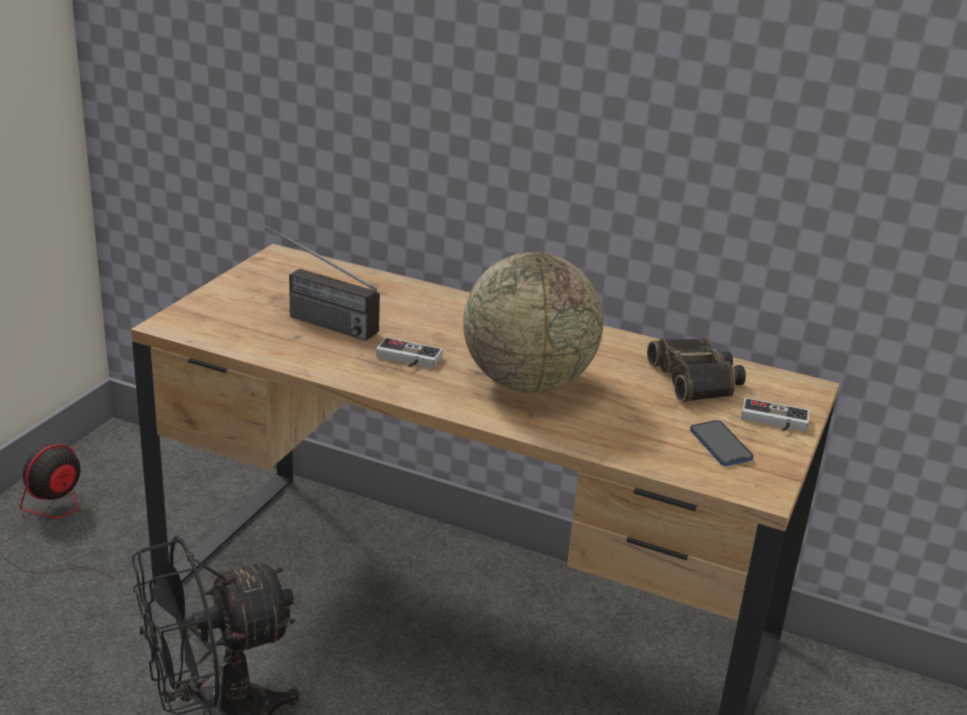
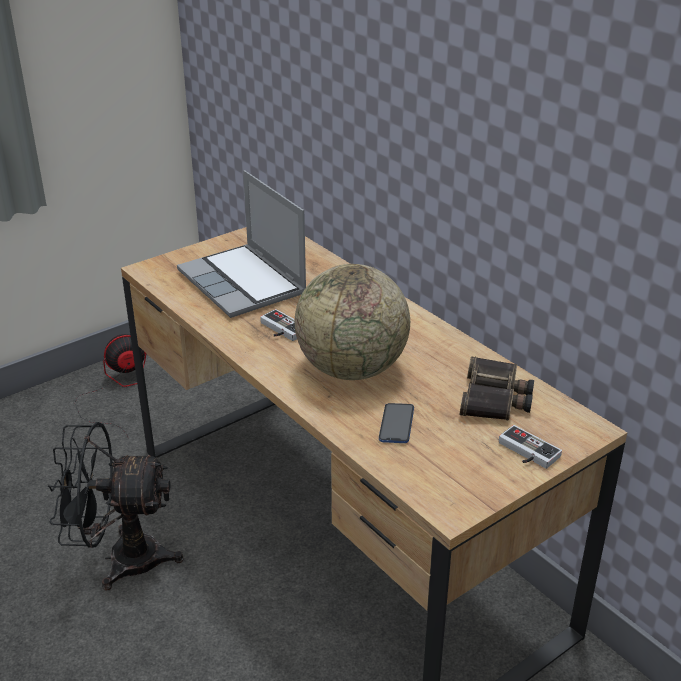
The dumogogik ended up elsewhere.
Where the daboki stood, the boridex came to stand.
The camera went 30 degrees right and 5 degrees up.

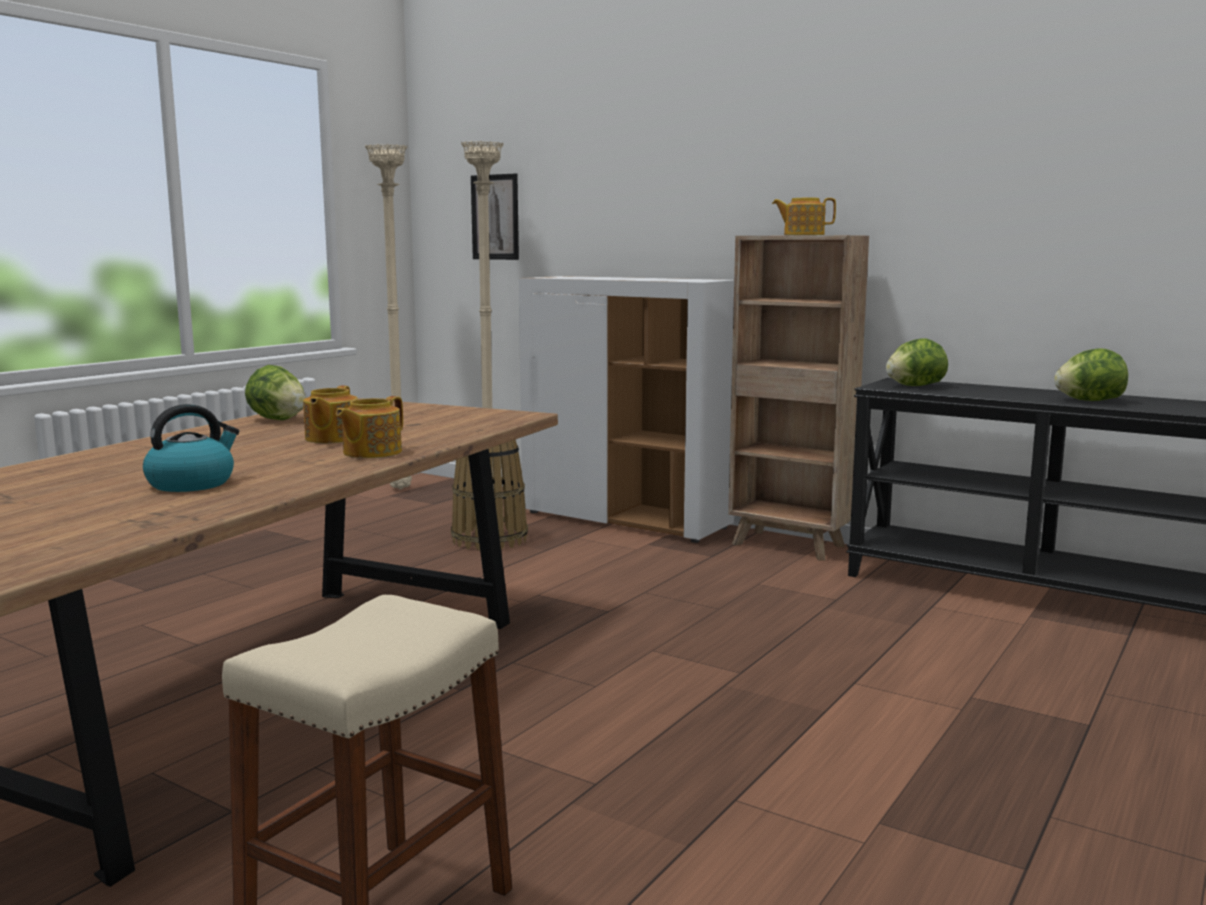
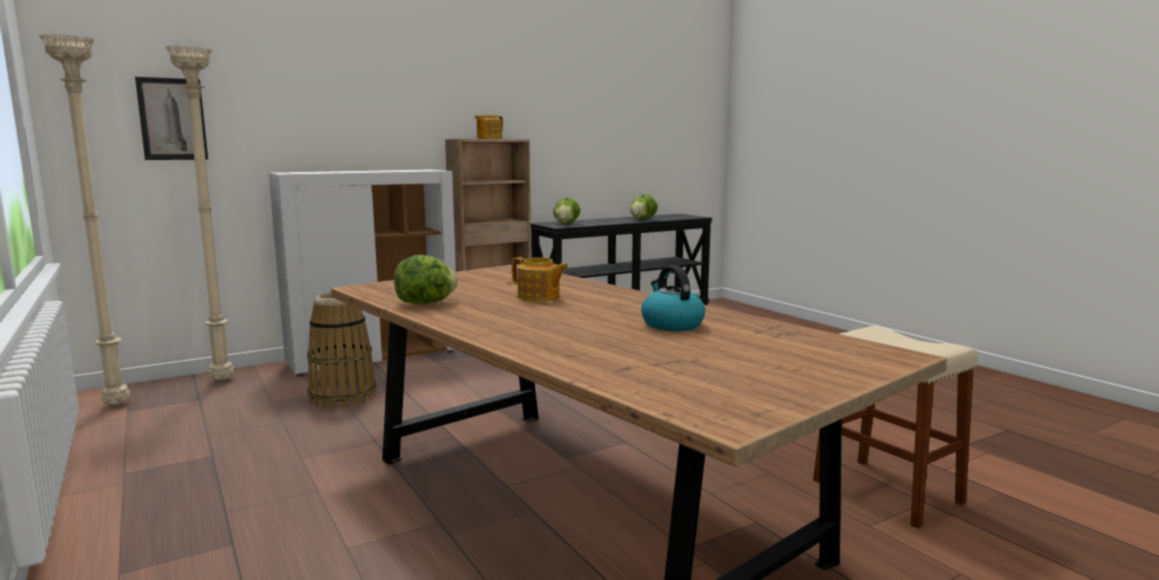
The second view lost the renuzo (no. 2 from left).
The camera went 65 degrees left and 0 degrees up.

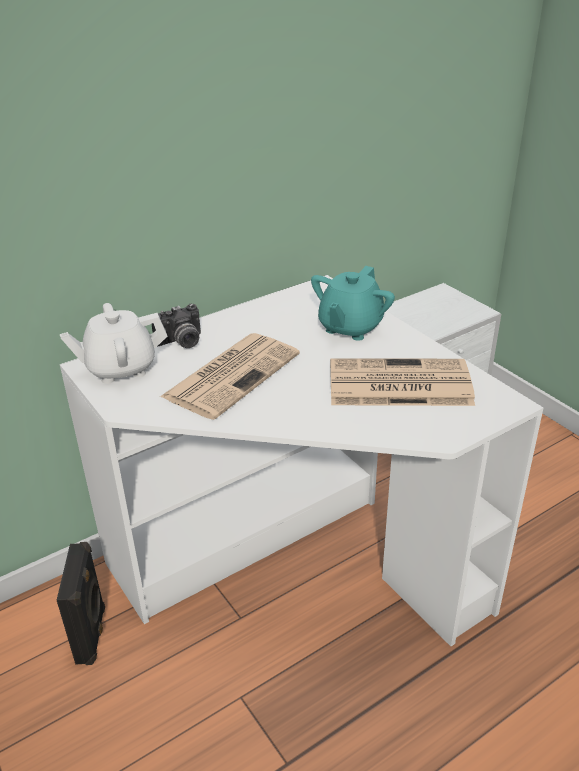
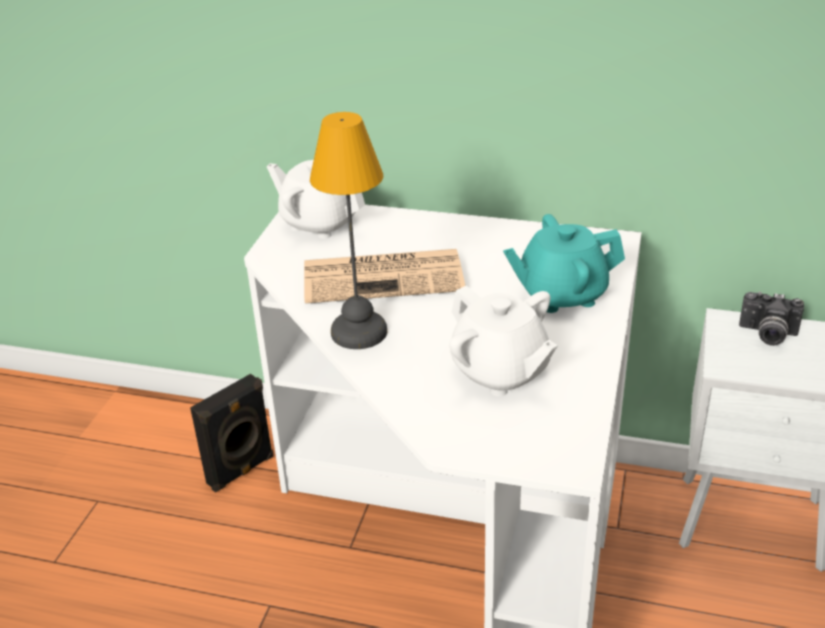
The second view gained the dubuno.
The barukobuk ended up elsewhere.
Where the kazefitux (no. 2 from left) stood, the white_renuzo (no. 2 from left) came to stand.
The camera went 50 degrees right and 0 degrees up.

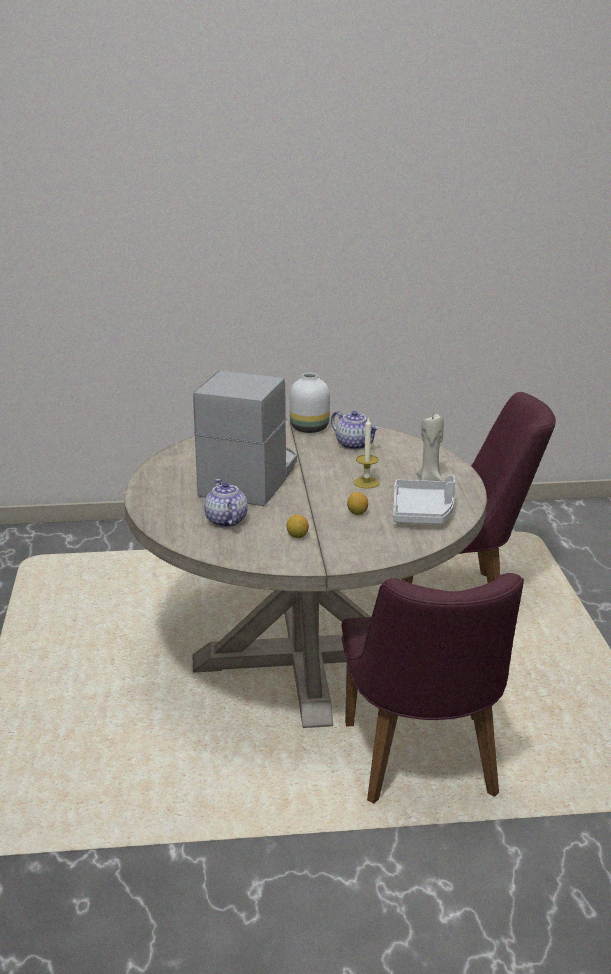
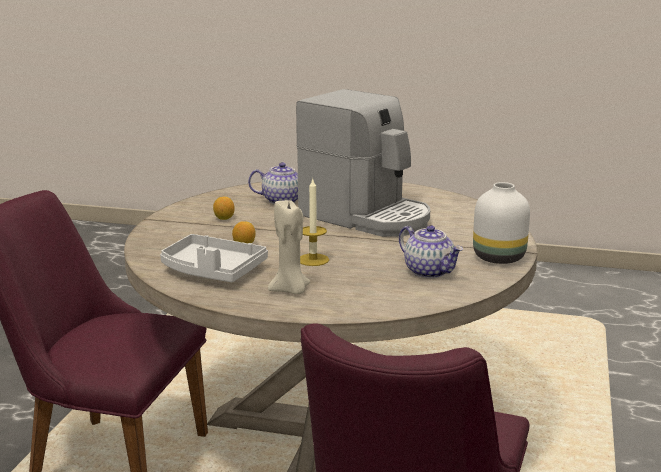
The renuzo (no. 2 from left) ended up facing another way, 105 degrees counterclockwise from before.
The camera went 110 degrees right and 5 degrees down.

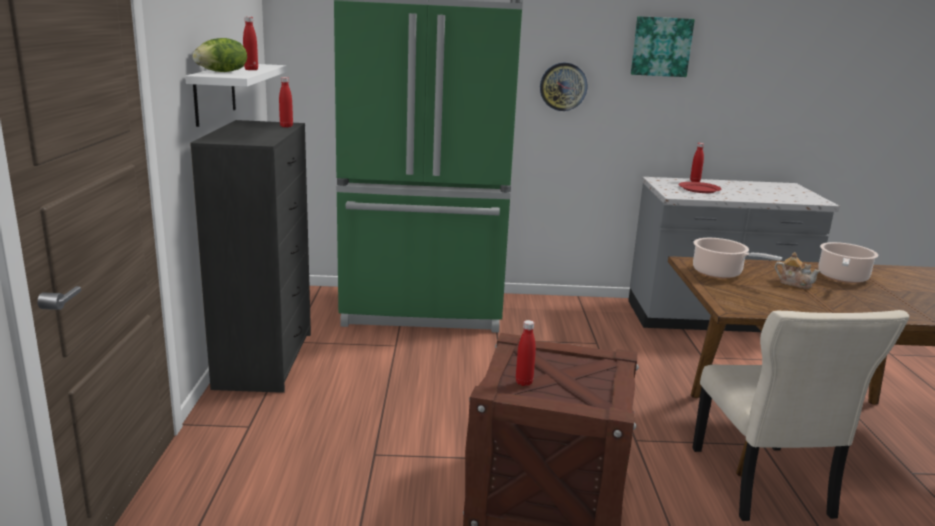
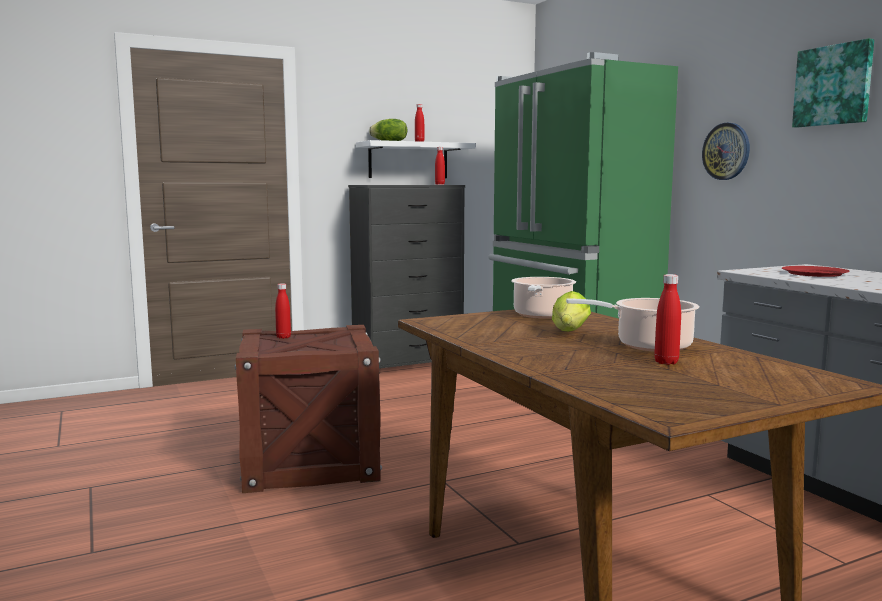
The second view lost the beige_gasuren.
The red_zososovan (no. 4 from left) ended up elsewhere.
Where the renuzo stood, the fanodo (no. 2 from left) came to stand.
The camera went 65 degrees right and 10 degrees down.

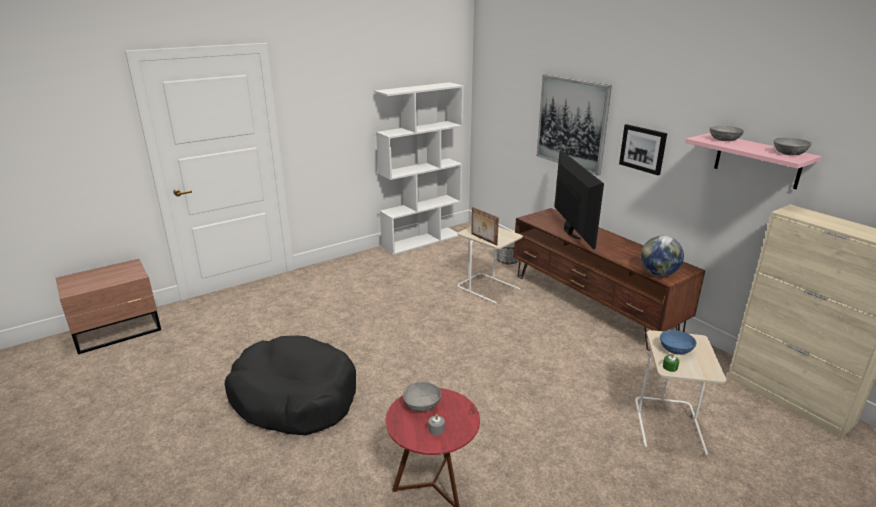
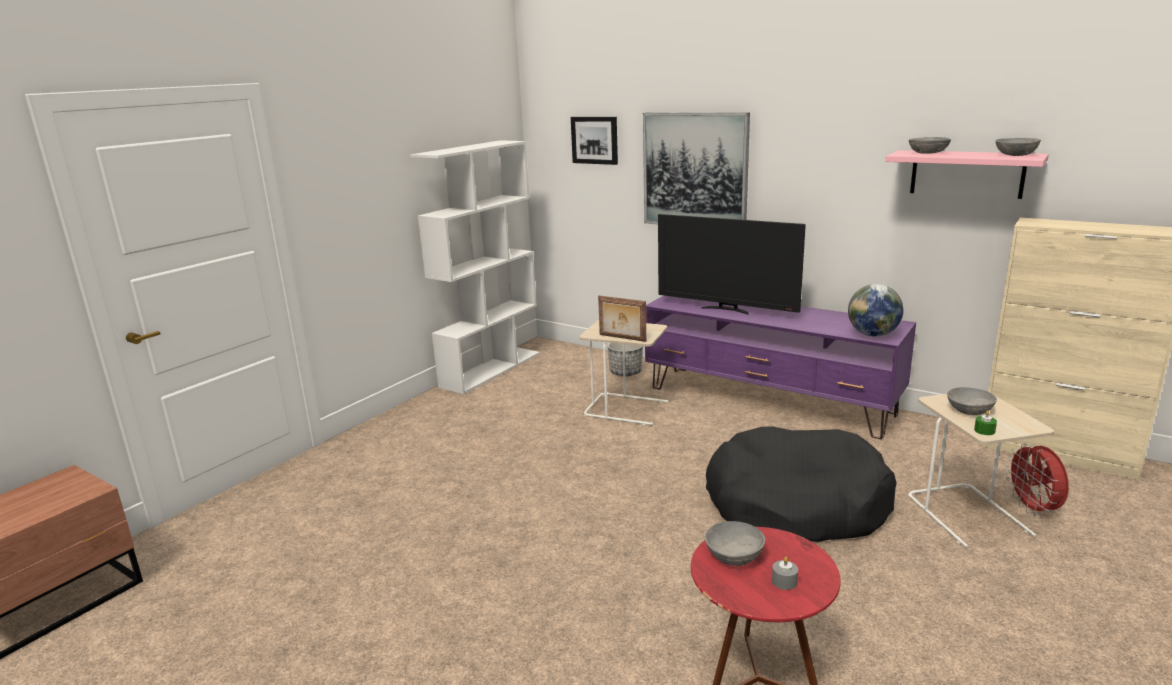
The second view gained the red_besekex.
The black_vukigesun ended up elsewhere.
The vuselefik (no. 2 from left in the first image) ended up elsewhere.
What was the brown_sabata turned into the purple_sabata.
What was the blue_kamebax turned into the grey_kamebax (no. 3 from left).
The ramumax ended up facing another way, 150 degrees clockwise from before.
The camera went 20 degrees left and 5 degrees down.

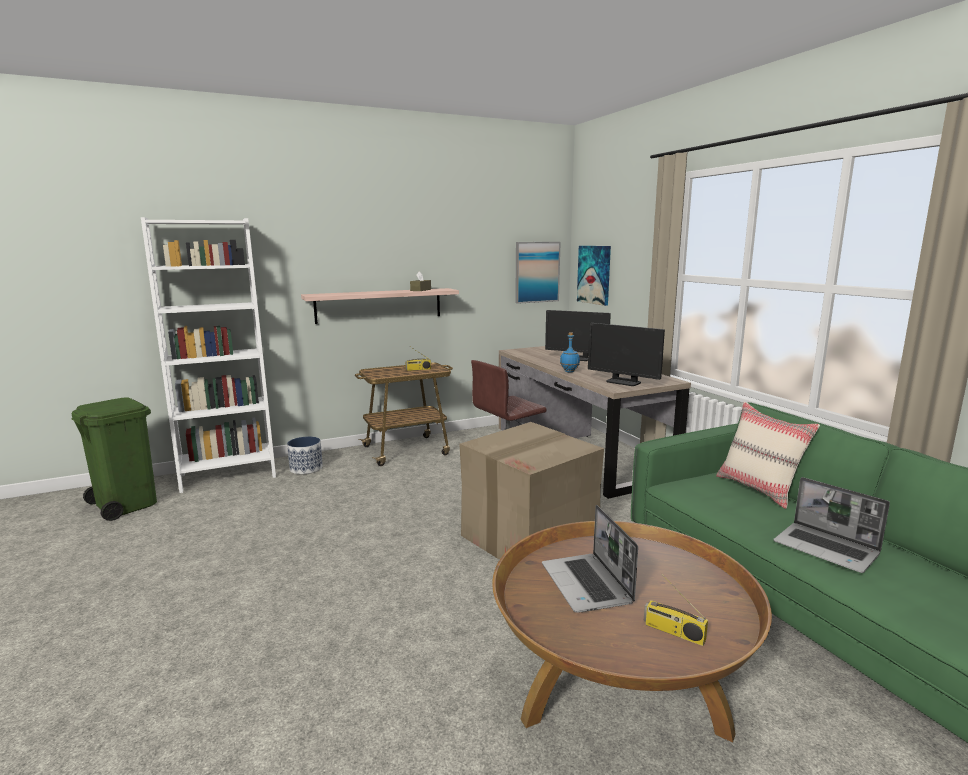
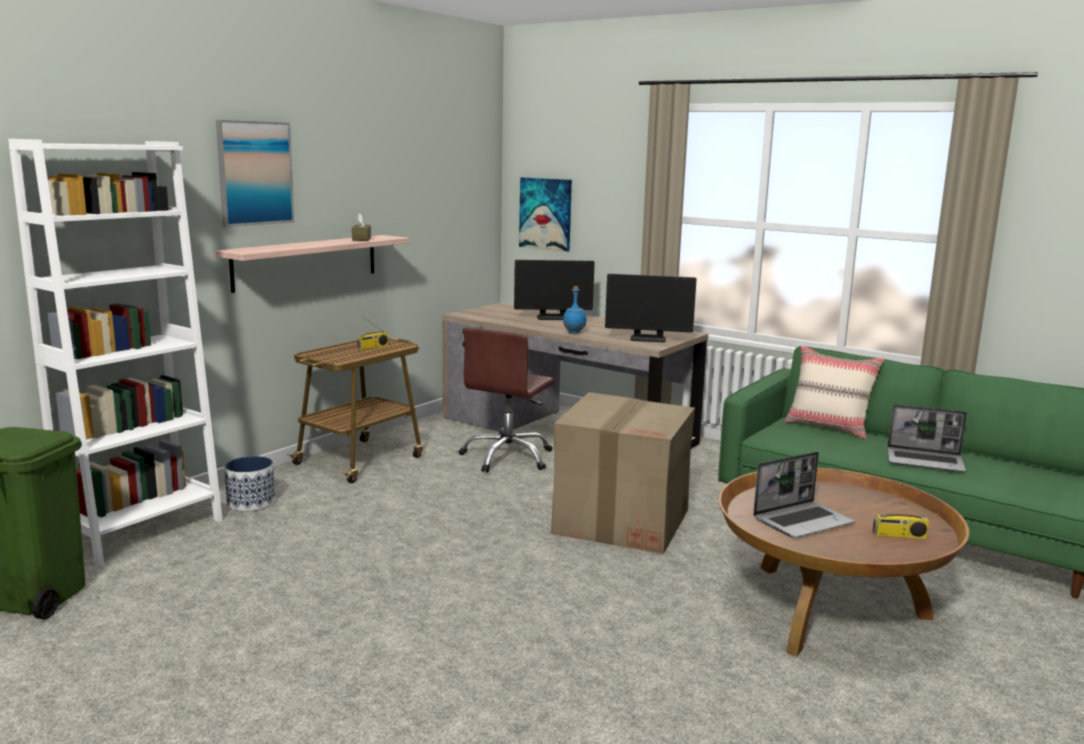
The vuselefik (no. 1 from left) ended up elsewhere.
The boridex (no. 1 from left) ended up facing another way, 75 degrees counterclockwise from before.
The camera went 30 degrees left and 0 degrees up.

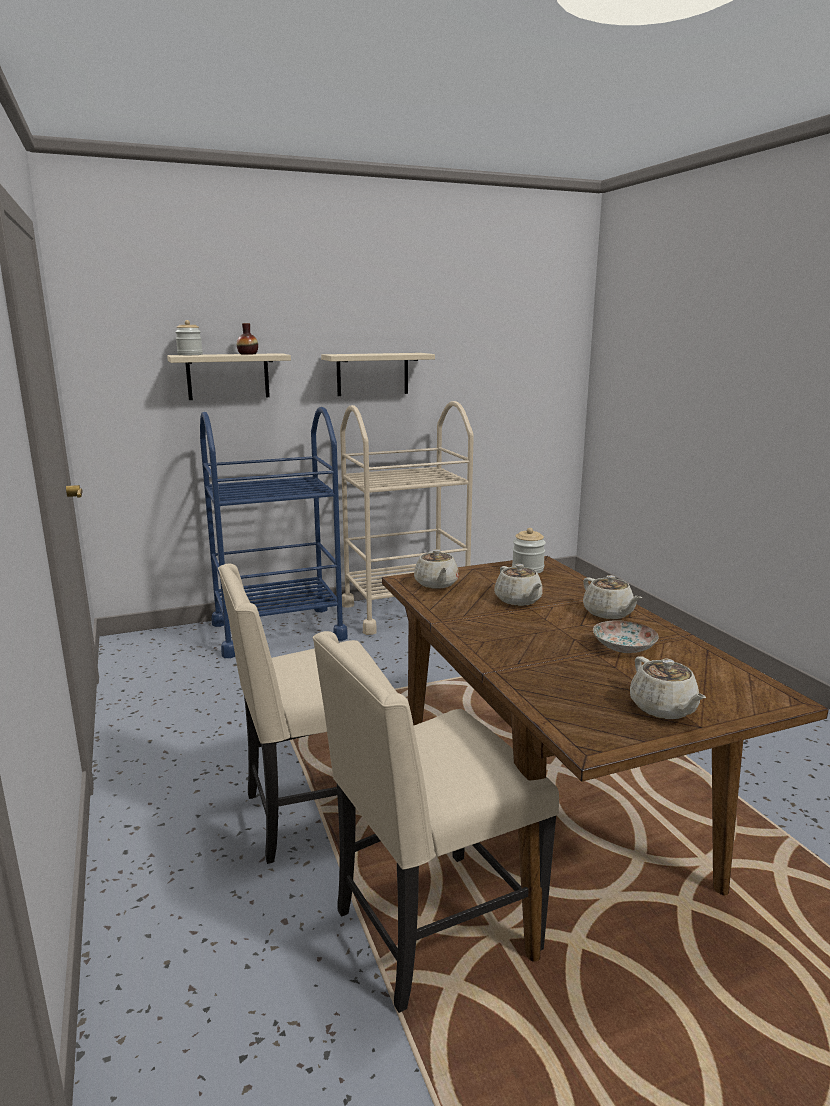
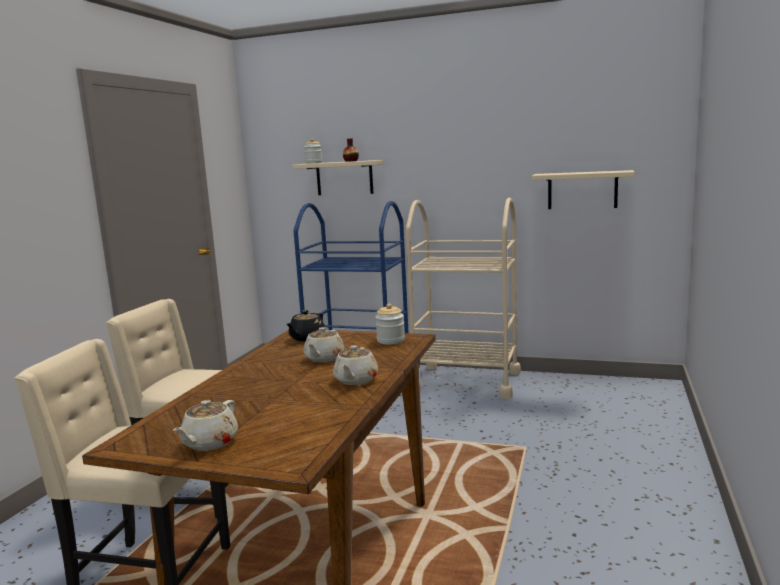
The second view lost the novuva.
The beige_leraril (no. 2 from left) ended up elsewhere.
What was the beige_renuzo (no. 1 from left) turned into the black_renuzo.
The camera went 40 degrees right and 5 degrees down.

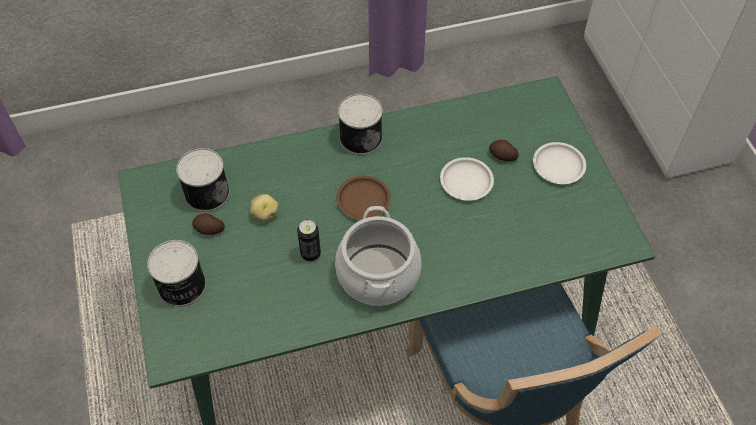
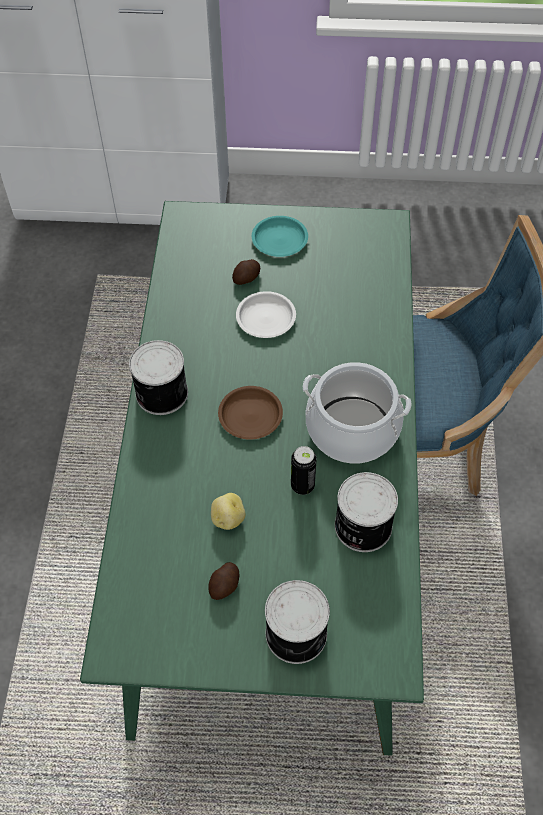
The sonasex (no. 2 from left in the first image) ended up elsewhere.
What was the white_novuva (no. 2 from left) turned into the turquoise_novuva.
The camera went 70 degrees left and 0 degrees up.

